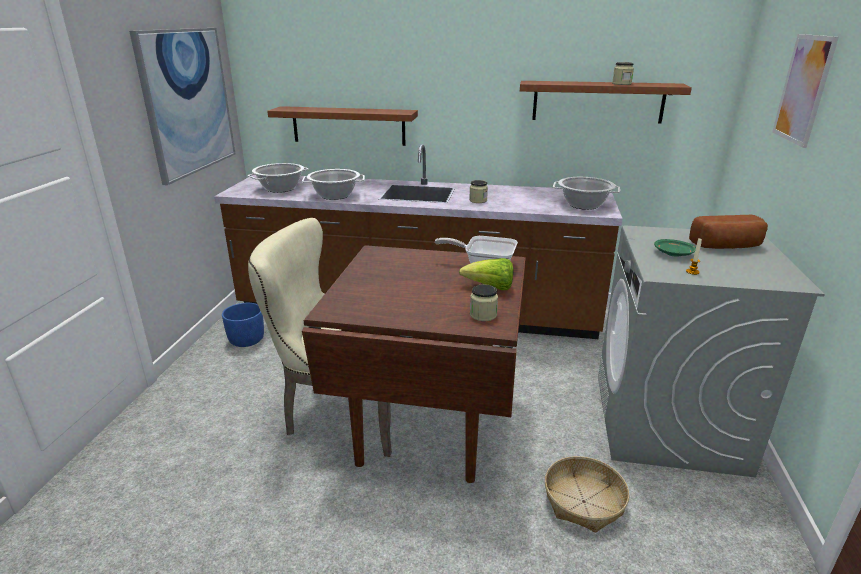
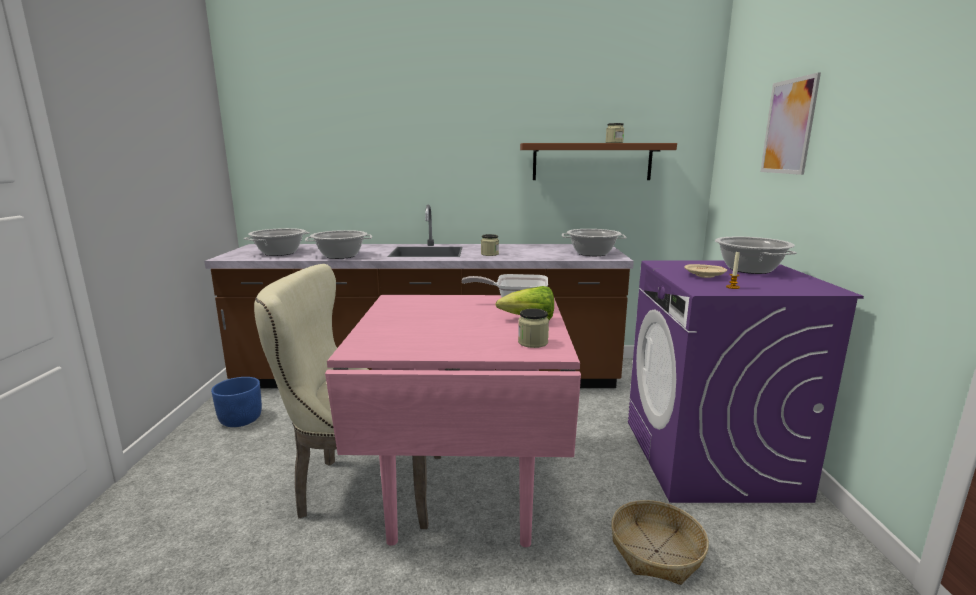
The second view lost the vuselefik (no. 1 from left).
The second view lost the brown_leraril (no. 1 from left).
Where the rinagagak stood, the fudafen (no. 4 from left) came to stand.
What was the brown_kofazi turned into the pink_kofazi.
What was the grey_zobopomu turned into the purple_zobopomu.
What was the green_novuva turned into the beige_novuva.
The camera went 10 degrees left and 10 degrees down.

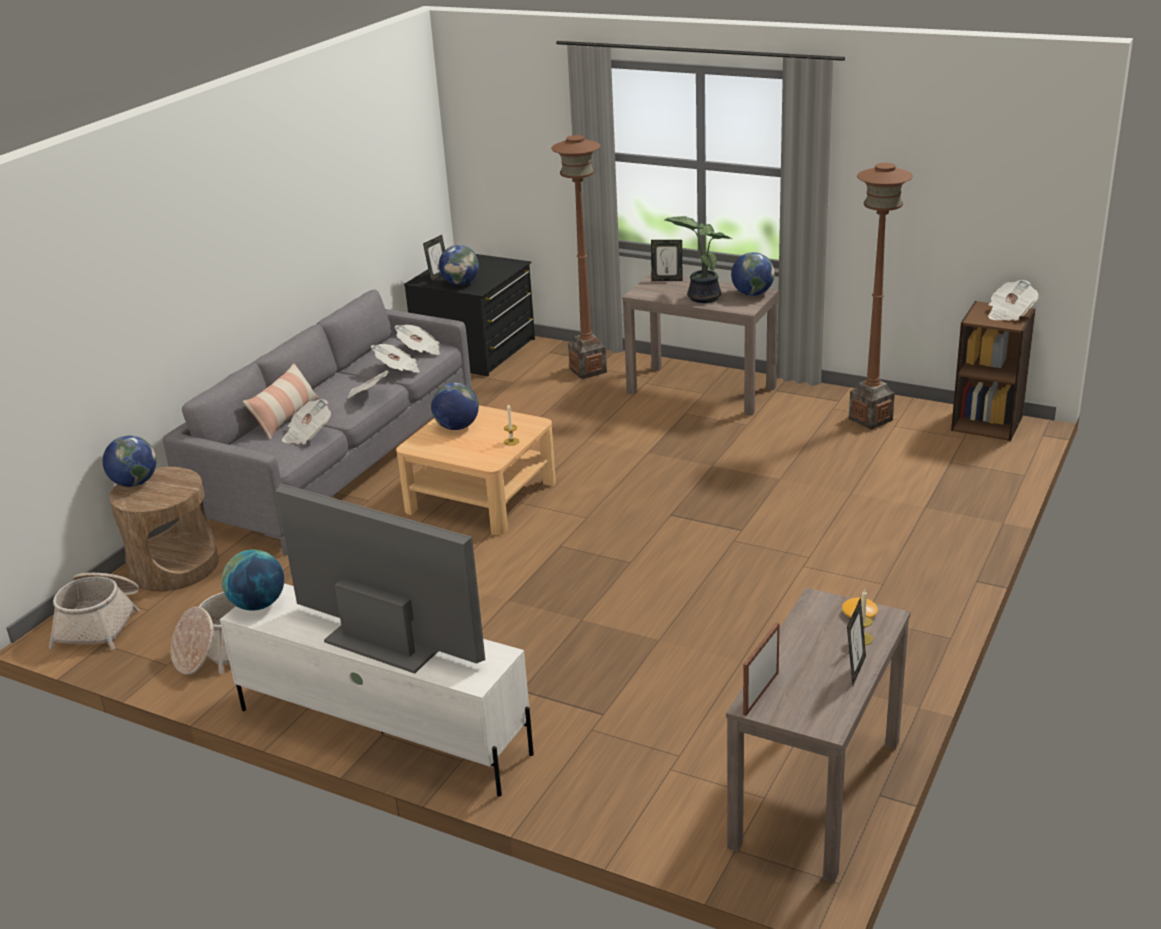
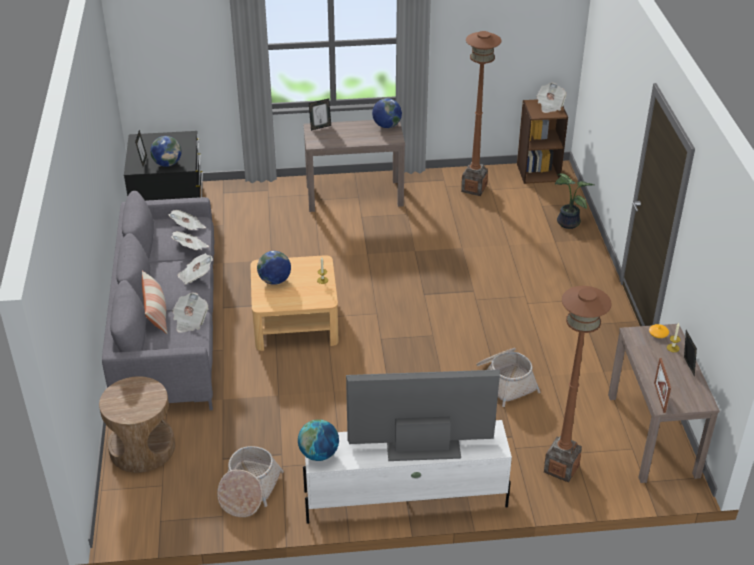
The second view lost the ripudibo (no. 1 from left).
The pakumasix (no. 1 from left in the first image) ended up elsewhere.
The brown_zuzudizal (no. 1 from left in the first image) ended up elsewhere.
The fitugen ended up elsewhere.
The camera went 35 degrees left and 10 degrees up.

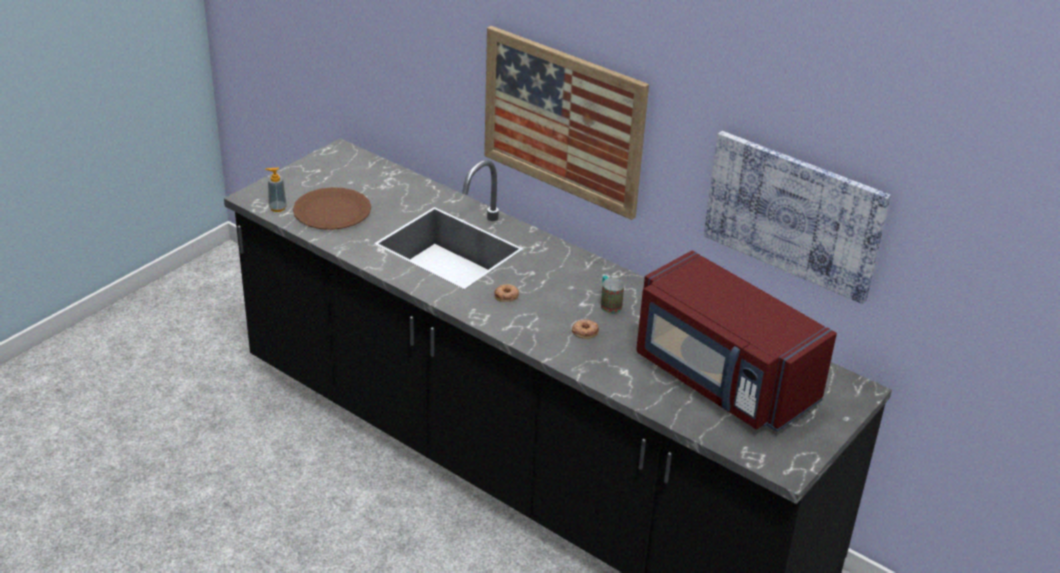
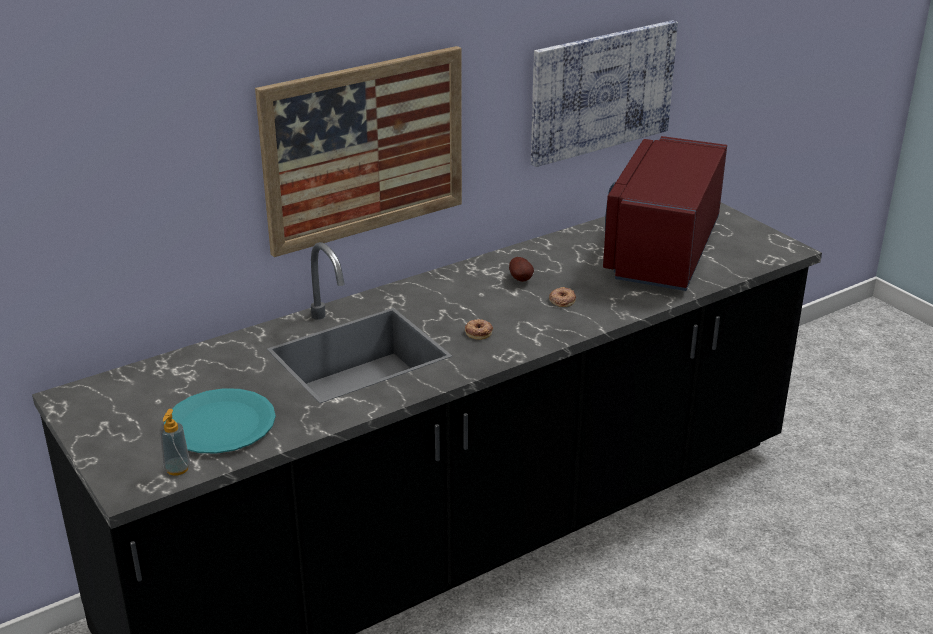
Where the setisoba stood, the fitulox came to stand.
What was the brown_novuva turned into the turquoise_novuva.
The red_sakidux ended up facing another way, 135 degrees clockwise from before.
The camera went 70 degrees left and 5 degrees down.

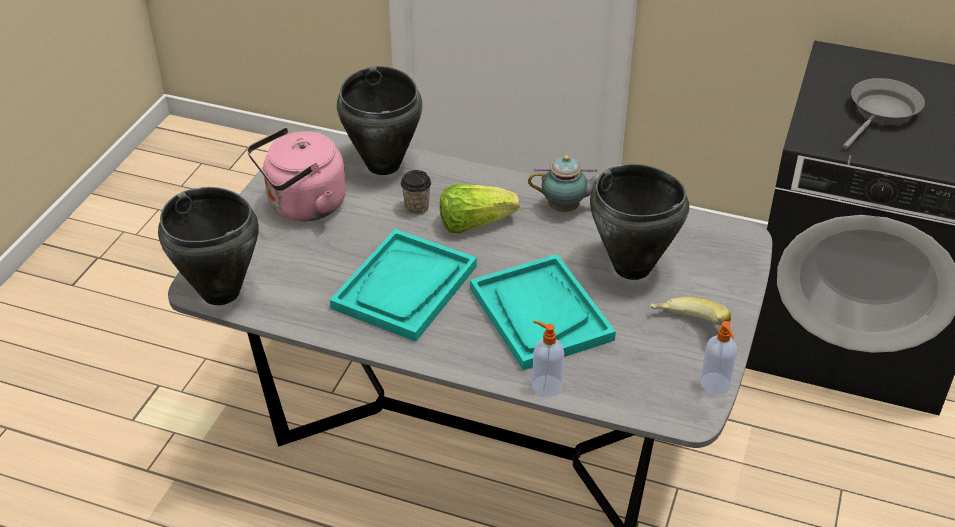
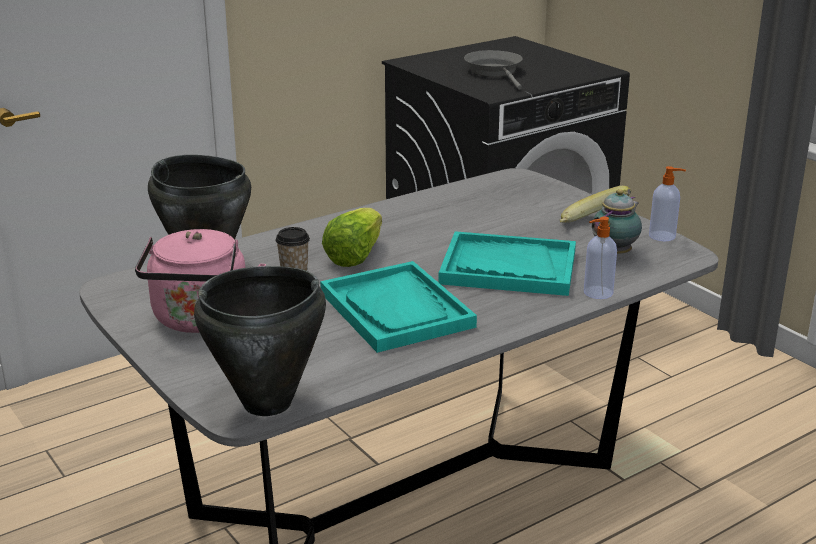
The second view lost the black_fudafen (no. 3 from left).
The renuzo ended up elsewhere.
The camera went 55 degrees left and 15 degrees down.

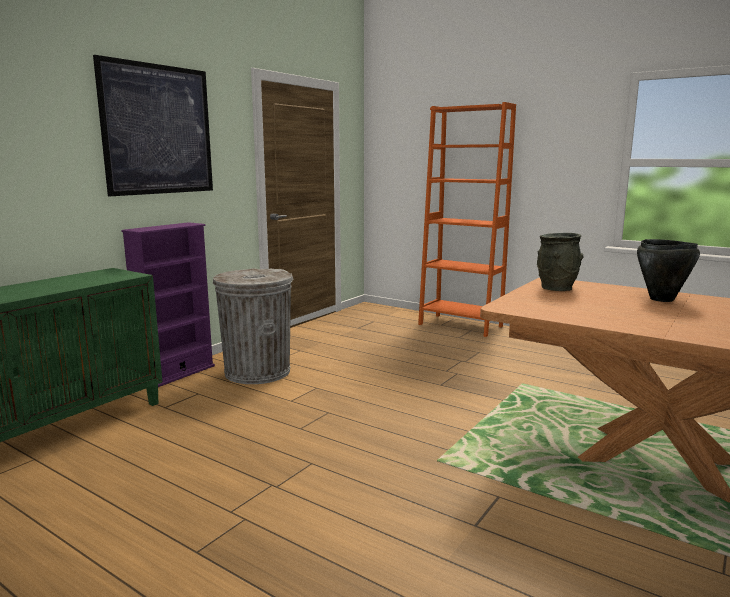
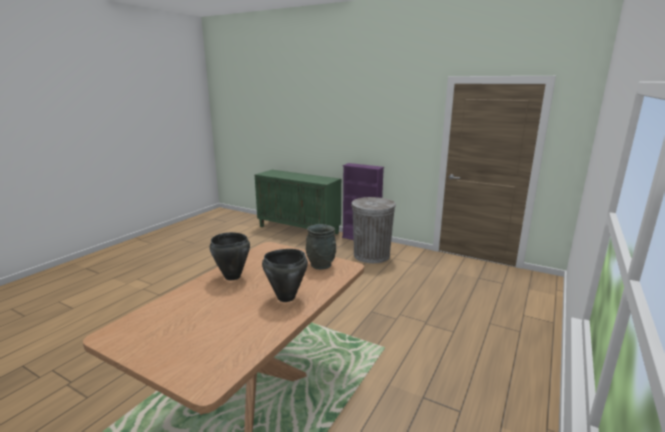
The second view lost the vuselefik.
The second view lost the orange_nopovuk.
The second view gained the black_fudafen (no. 1 from left).
The camera went 85 degrees right and 5 degrees up.

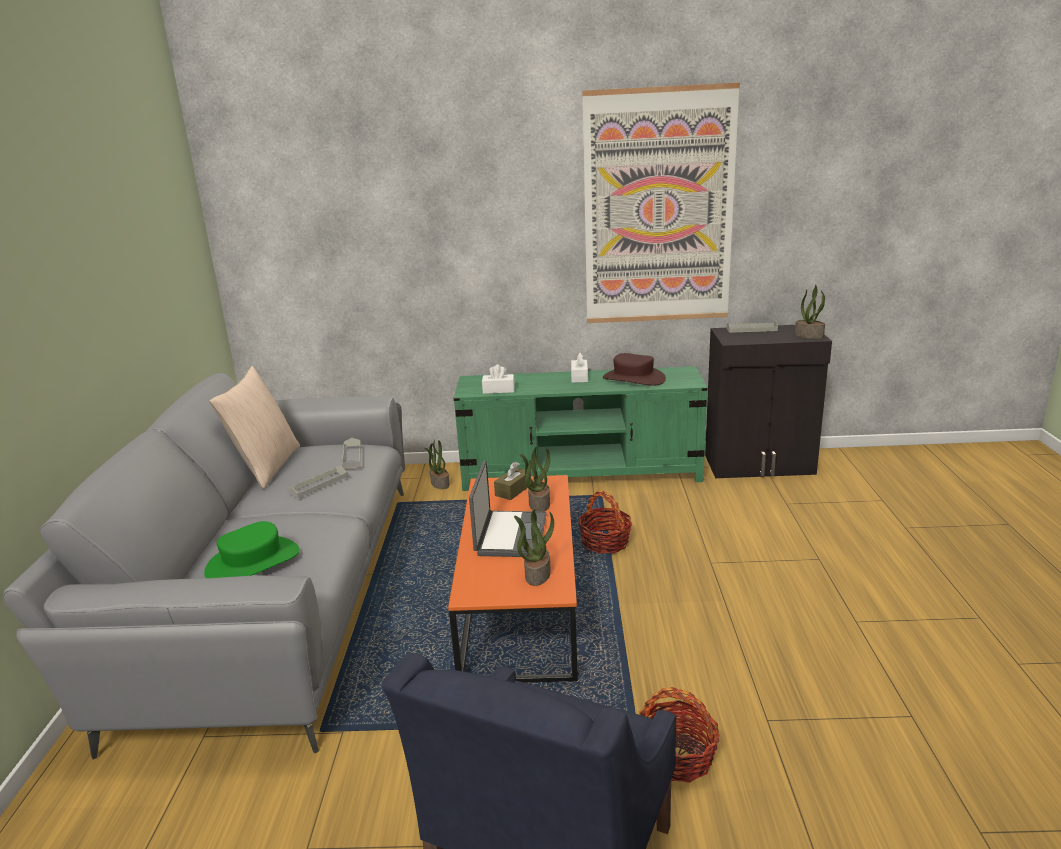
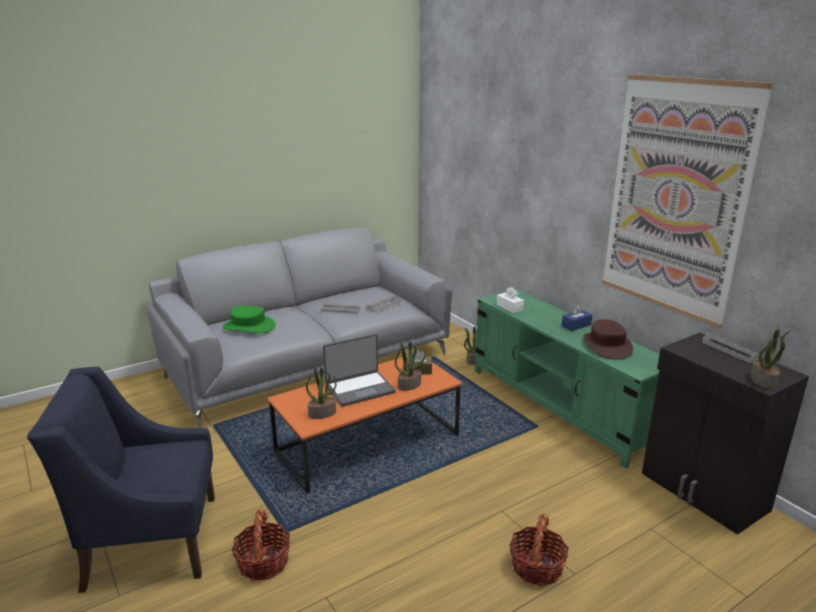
The second view lost the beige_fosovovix.
The pakumasix (no. 1 from left in the first image) ended up elsewhere.
What was the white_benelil (no. 2 from left) turned into the blue_benelil.
The camera went 55 degrees right and 0 degrees up.

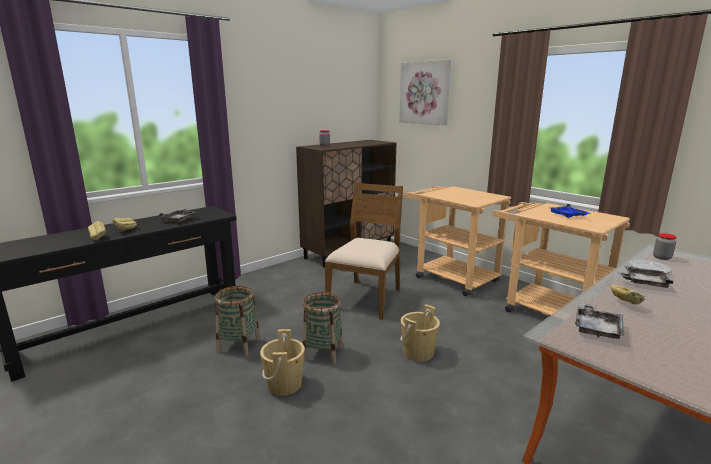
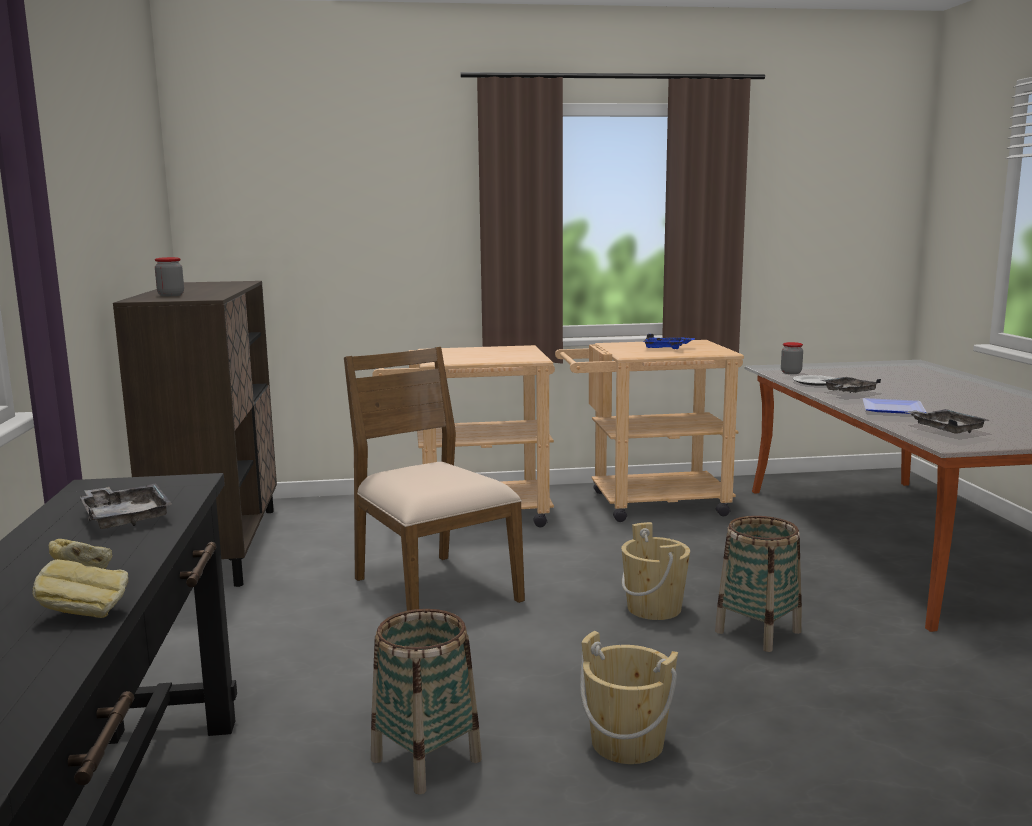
The second view lost the vuselefik.
The pakumasix (no. 2 from left) ended up elsewhere.
Where the rinagagak (no. 3 from left) stood, the novuva (no. 2 from left) came to stand.
The camera went 55 degrees left and 5 degrees down.

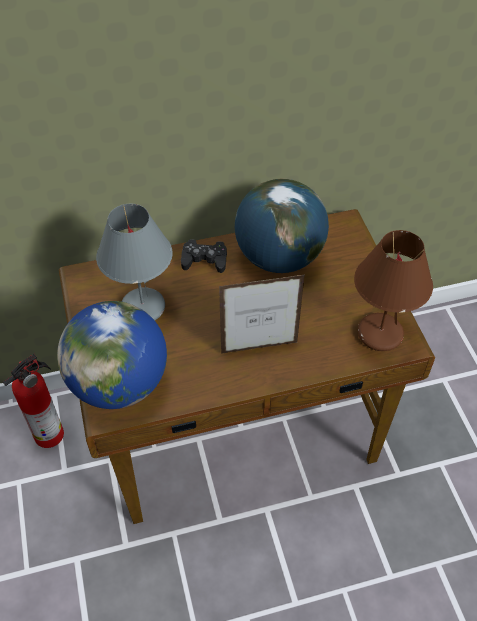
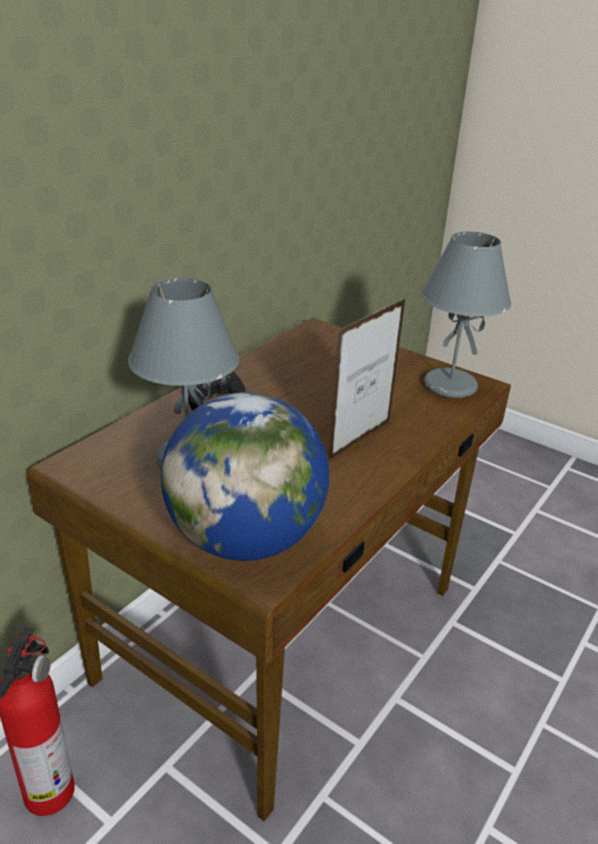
The second view lost the ripudibo (no. 2 from left).
What was the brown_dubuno turned into the grey_dubuno (no. 2 from left).
The camera went 40 degrees left and 20 degrees down.

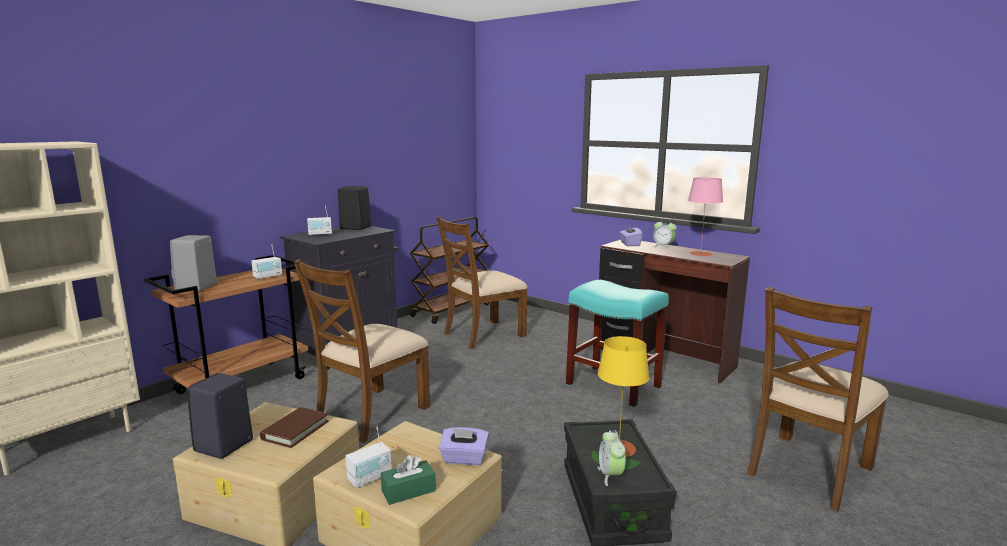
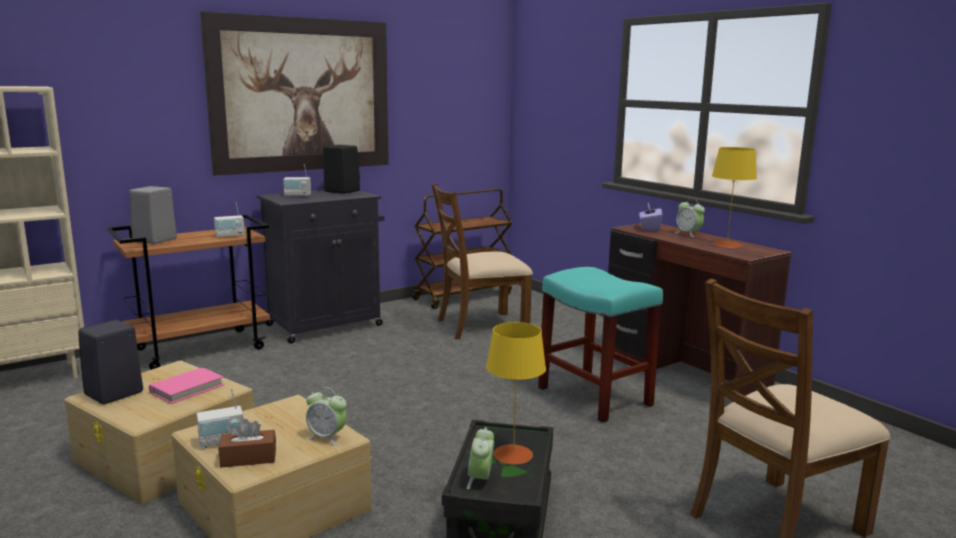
The second view lost the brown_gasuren (no. 1 from left).
The second view gained the vuselefik.
Where the purple_benelil (no. 1 from left) stood, the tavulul (no. 1 from left) came to stand.
What was the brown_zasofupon turned into the pink_zasofupon.
What was the green_benelil turned into the brown_benelil.
What was the pink_dubuno turned into the yellow_dubuno (no. 2 from left).
The camera went 15 degrees right and 0 degrees up.

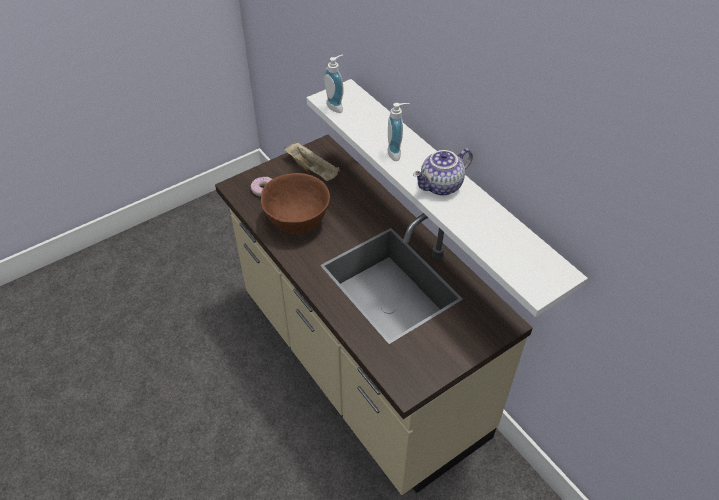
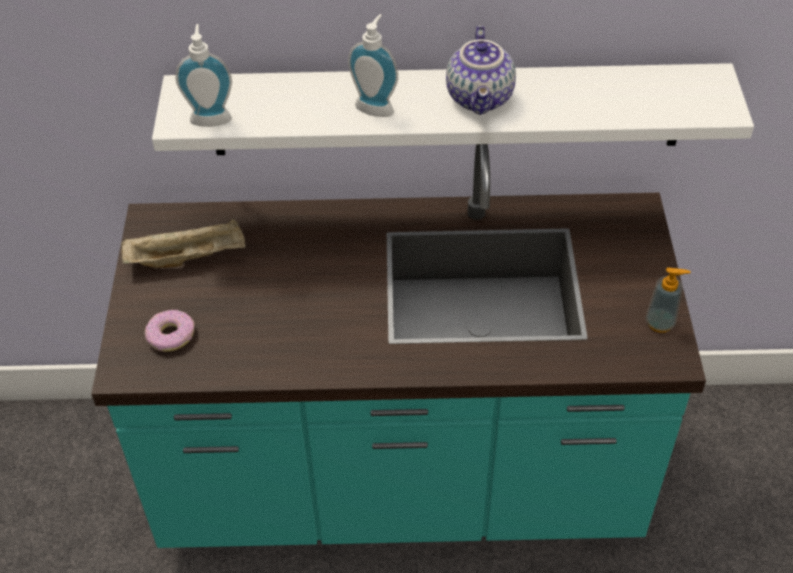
The second view lost the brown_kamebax.
The second view gained the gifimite (no. 3 from left).
What was the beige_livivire turned into the turquoise_livivire.
The camera went 55 degrees left and 0 degrees up.

